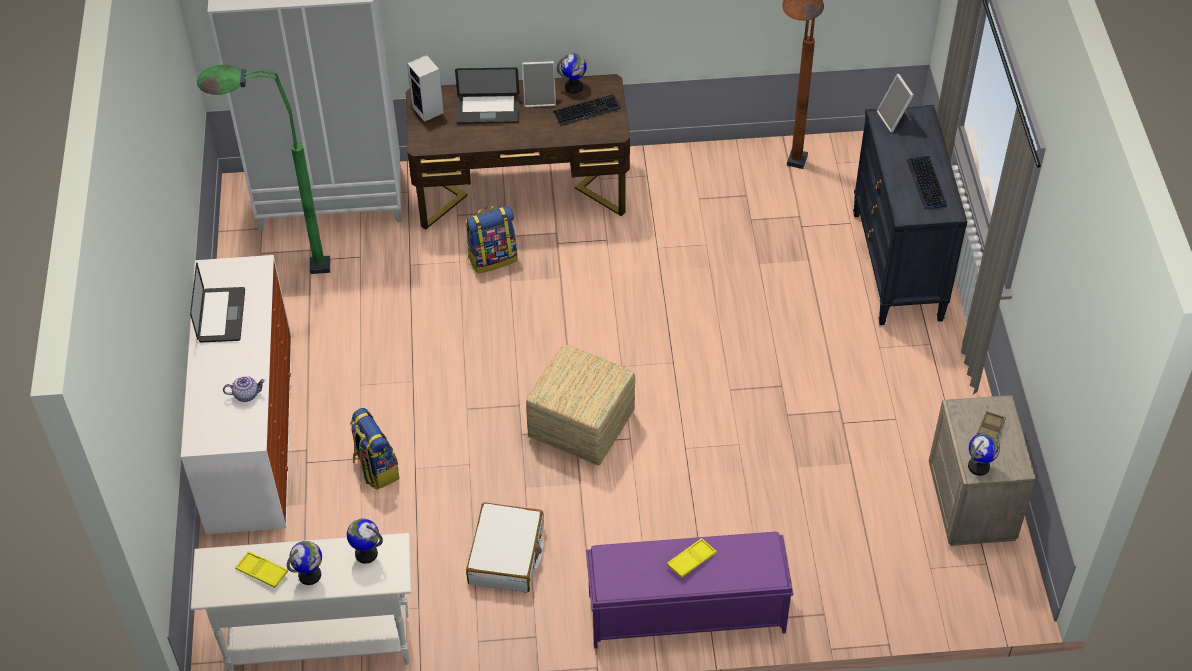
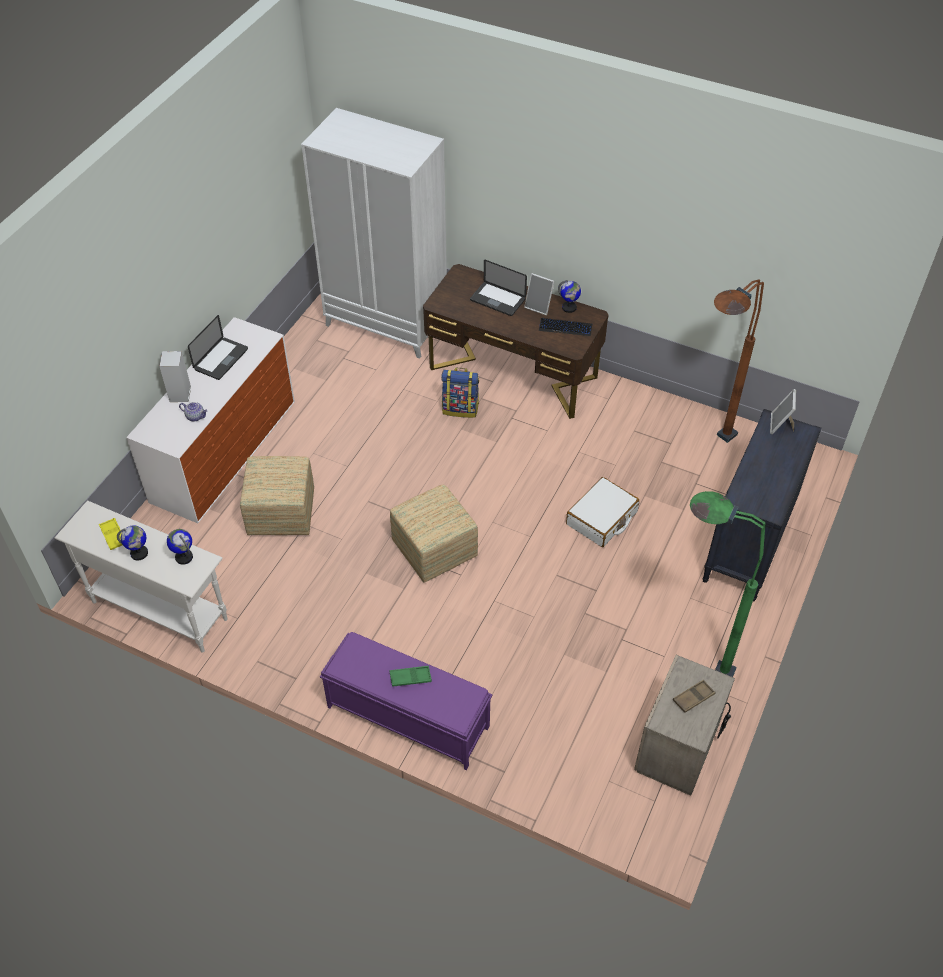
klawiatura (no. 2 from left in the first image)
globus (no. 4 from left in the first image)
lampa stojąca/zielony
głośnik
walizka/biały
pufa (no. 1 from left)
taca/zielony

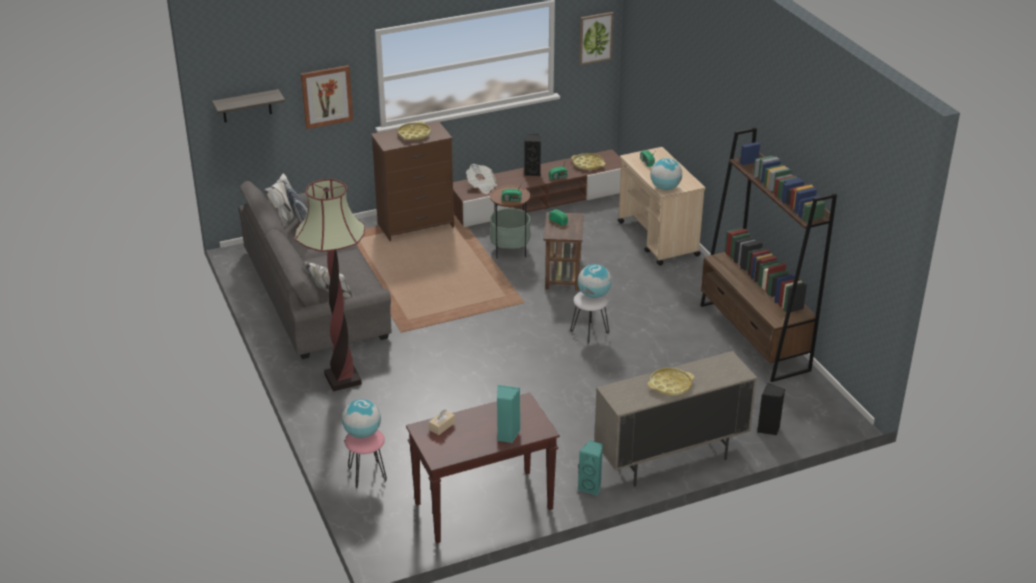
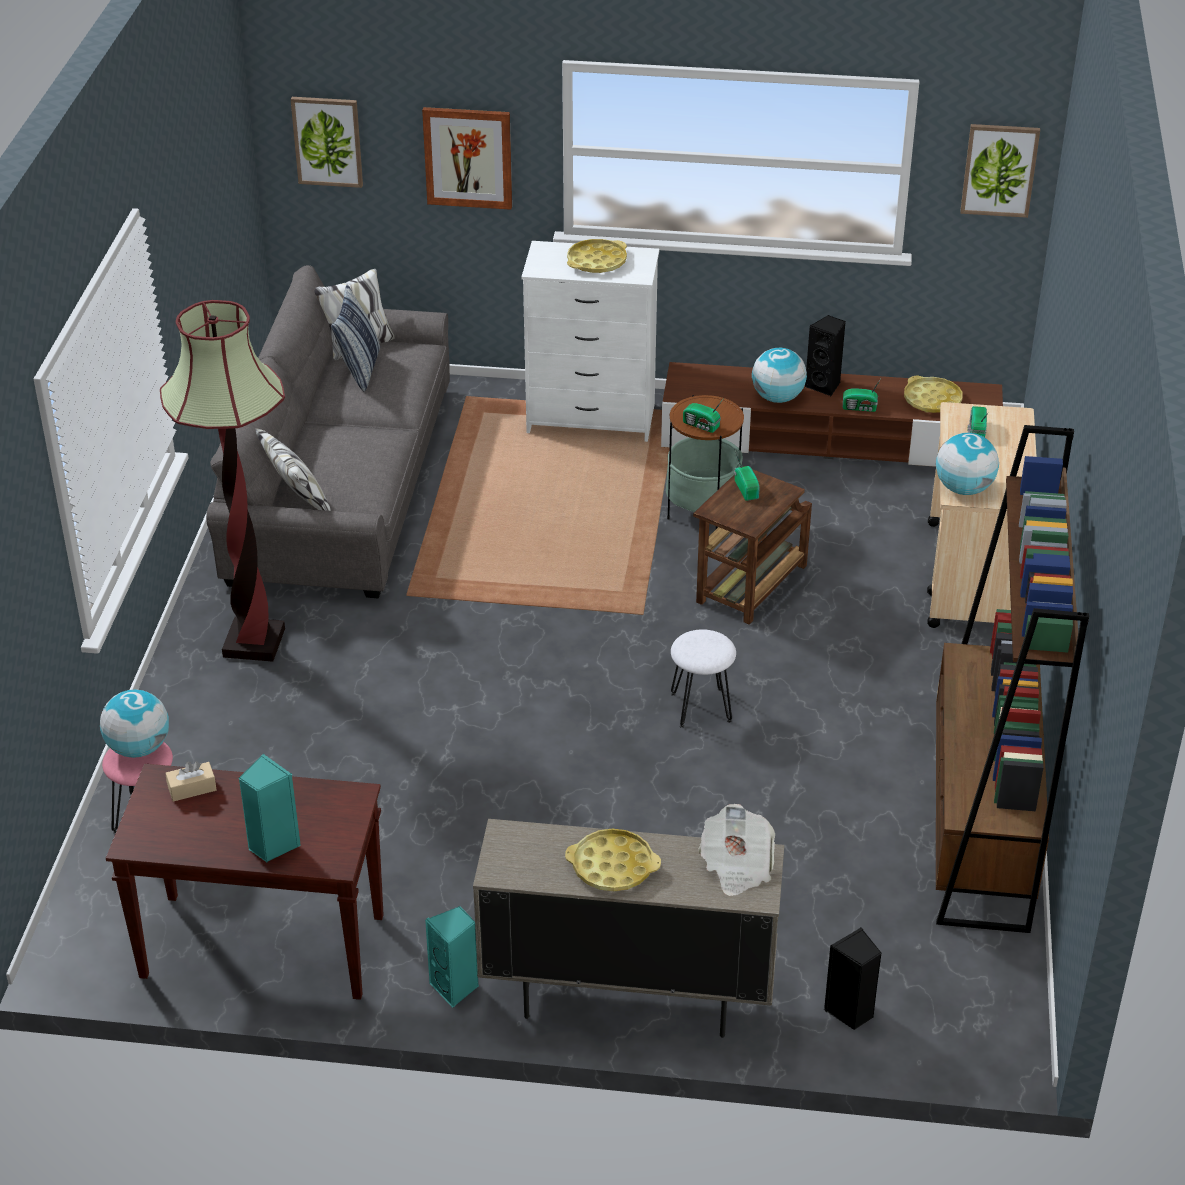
gazeta
globus (no. 2 from left)
obraz (no. 1 from left)
komoda/biały

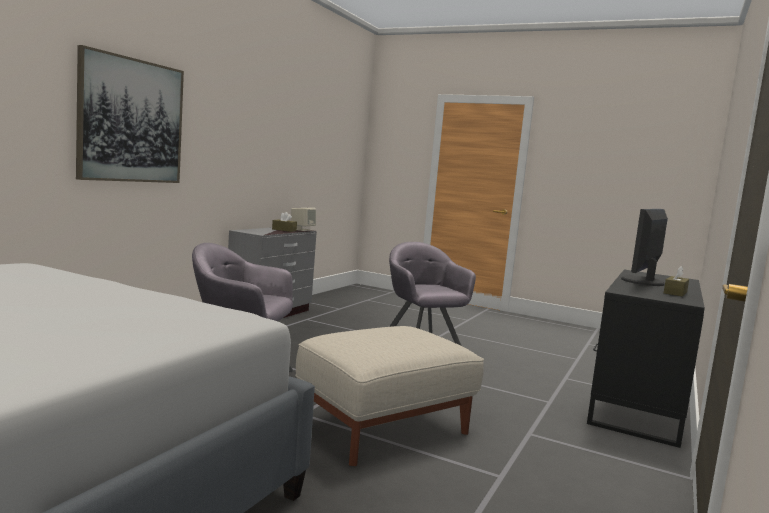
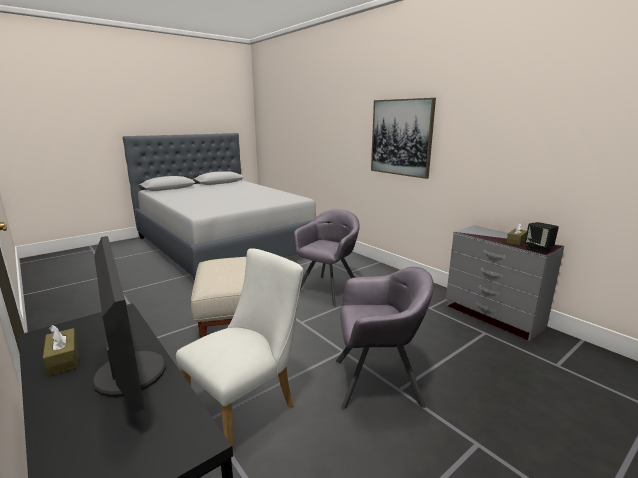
krzesło/biały
głośnik/czarny

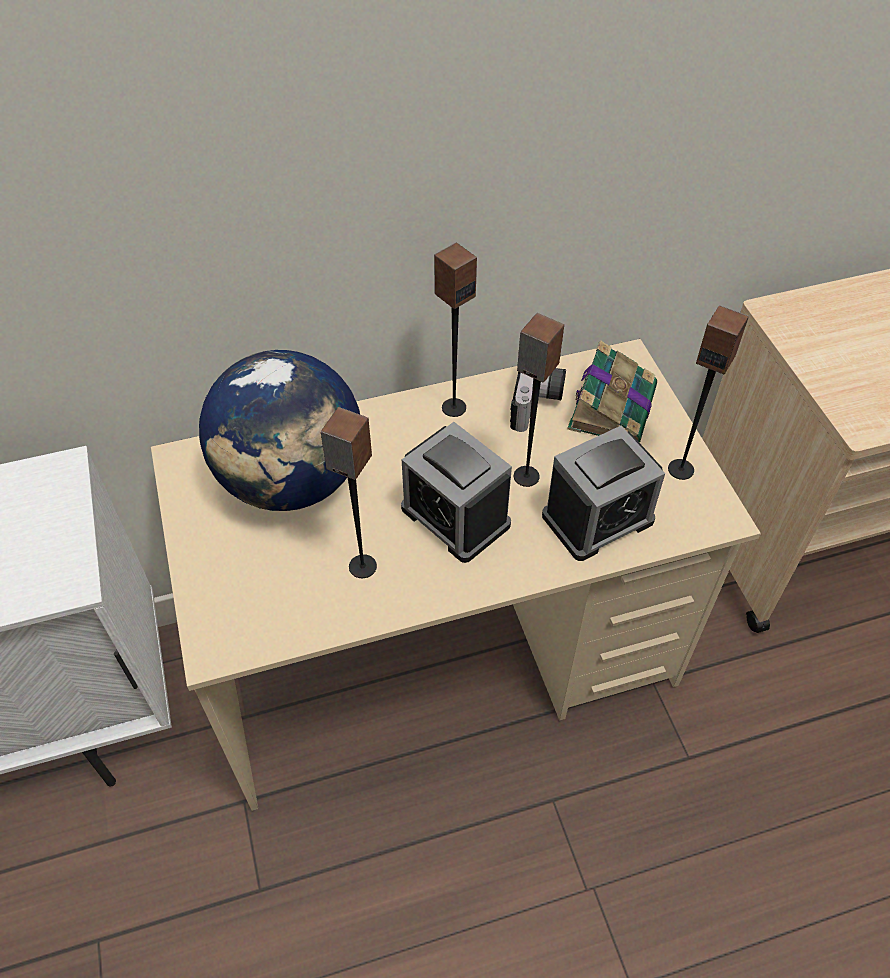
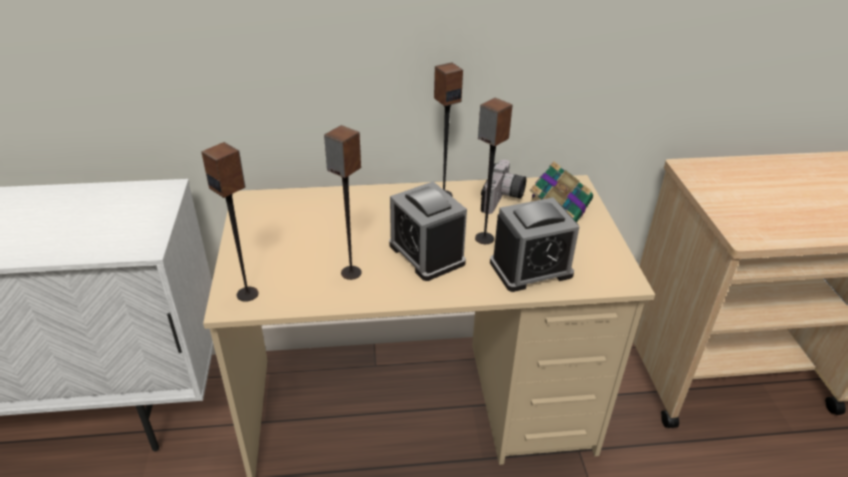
globus
głośnik (no. 1 from left)

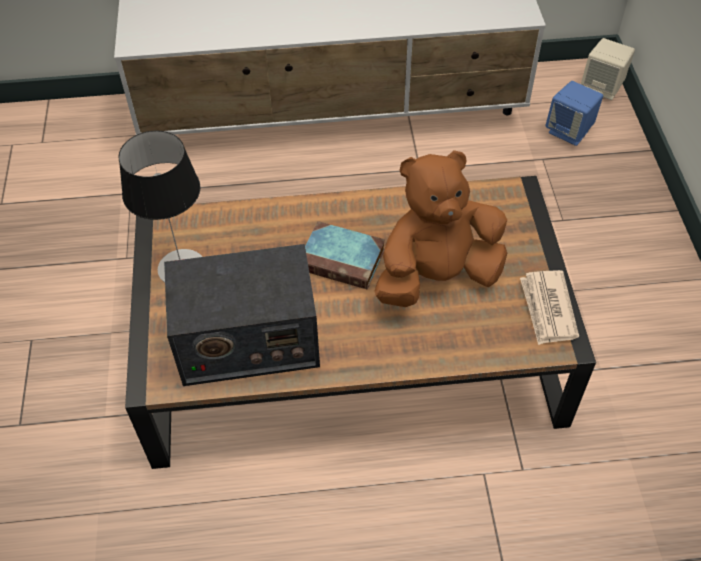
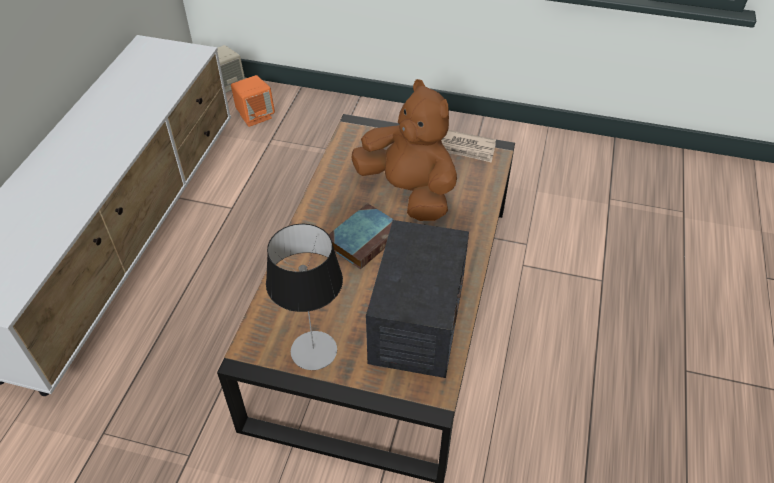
głośnik/pomarańczowy
pluszak/brązowy

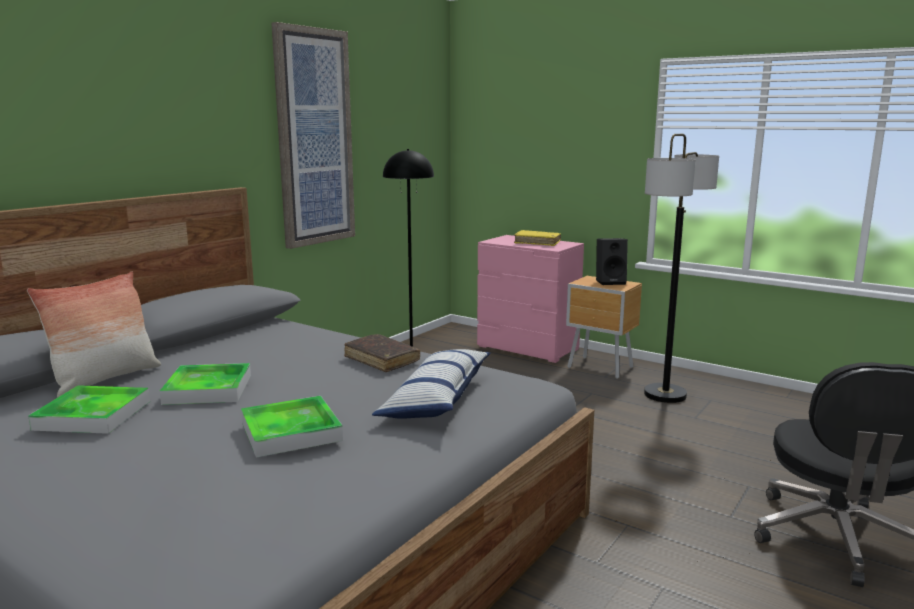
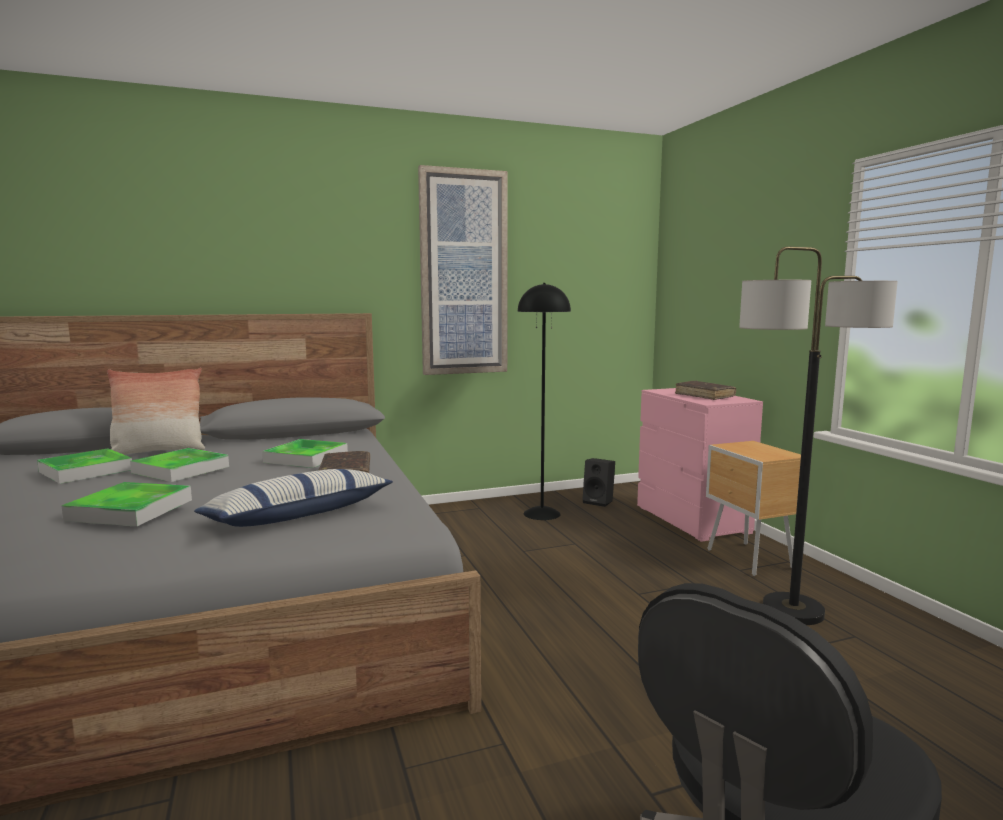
taca (no. 4 from left)
głośnik/czarny
książka/brązowy (no. 2 from left)

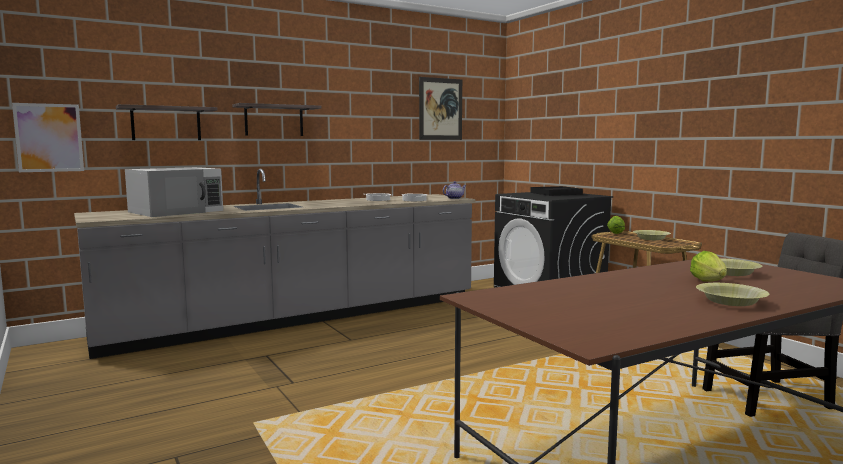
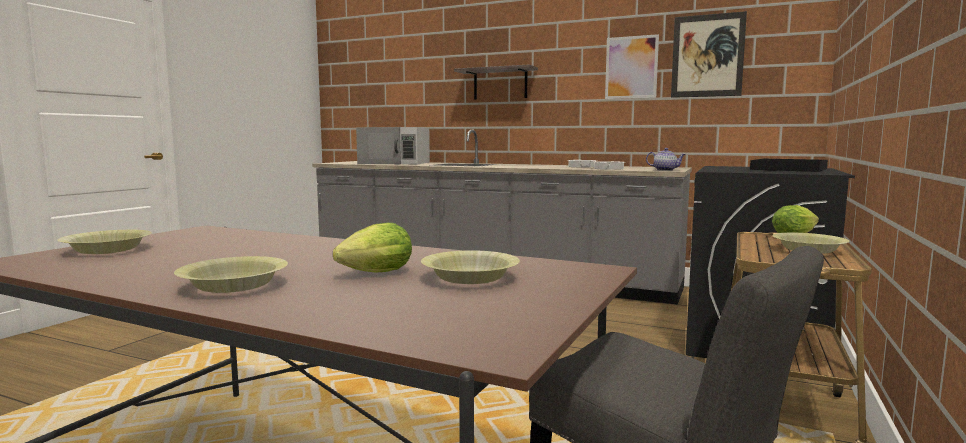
półka (no. 1 from left in the first image)
miska/żółty (no. 1 from left)
obraz (no. 1 from left)

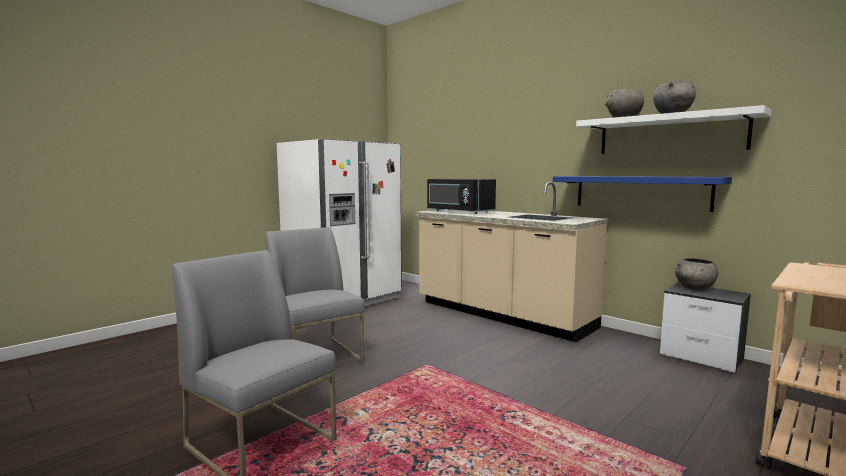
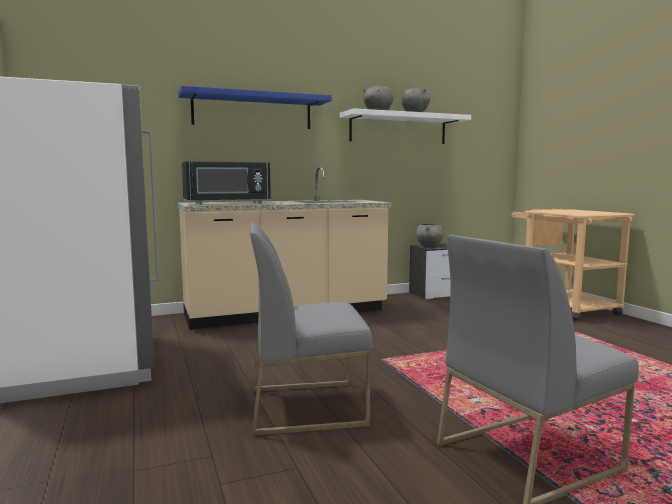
półka/niebieski

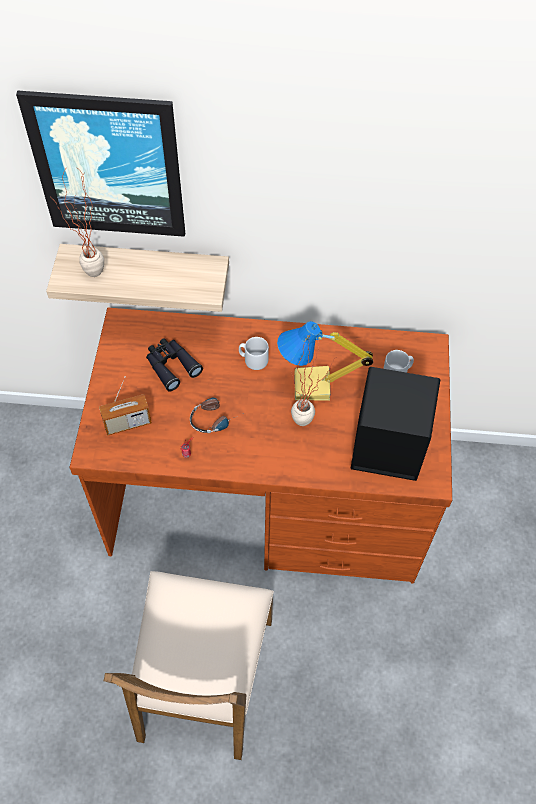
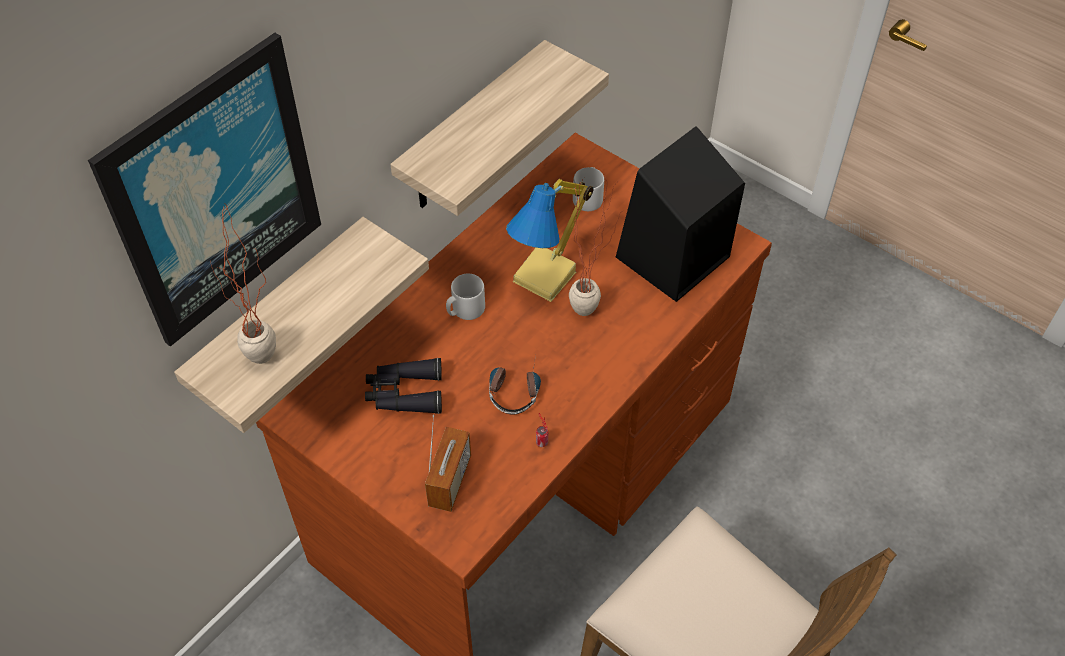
półka (no. 2 from left)

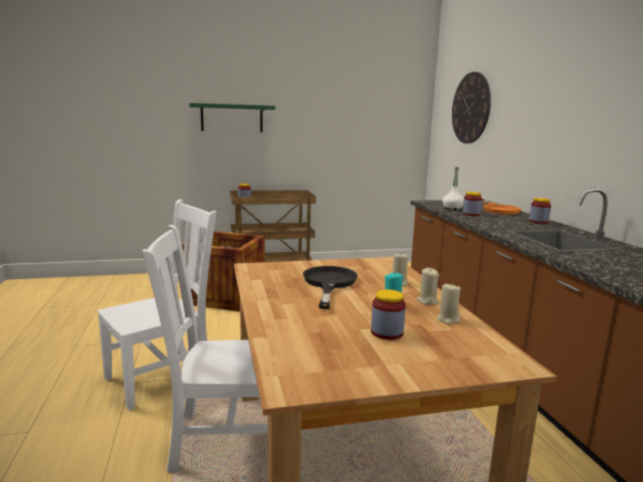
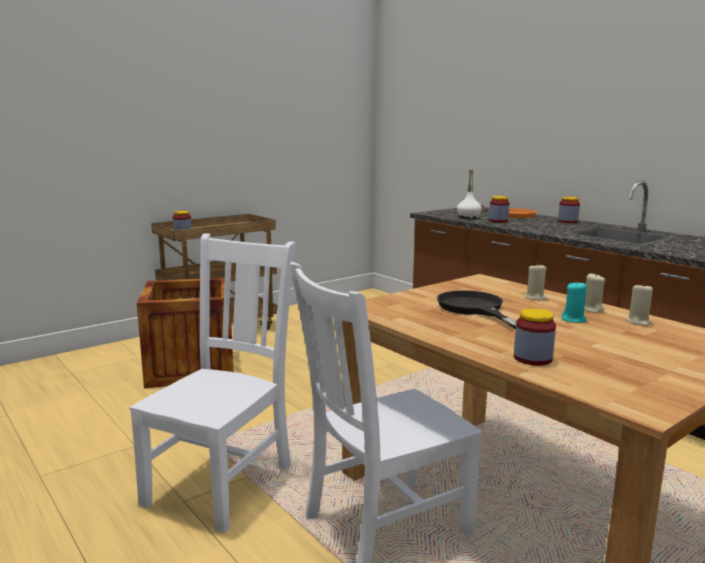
półka/zielony
zegar ścienny
słoik (no. 3 from left)

